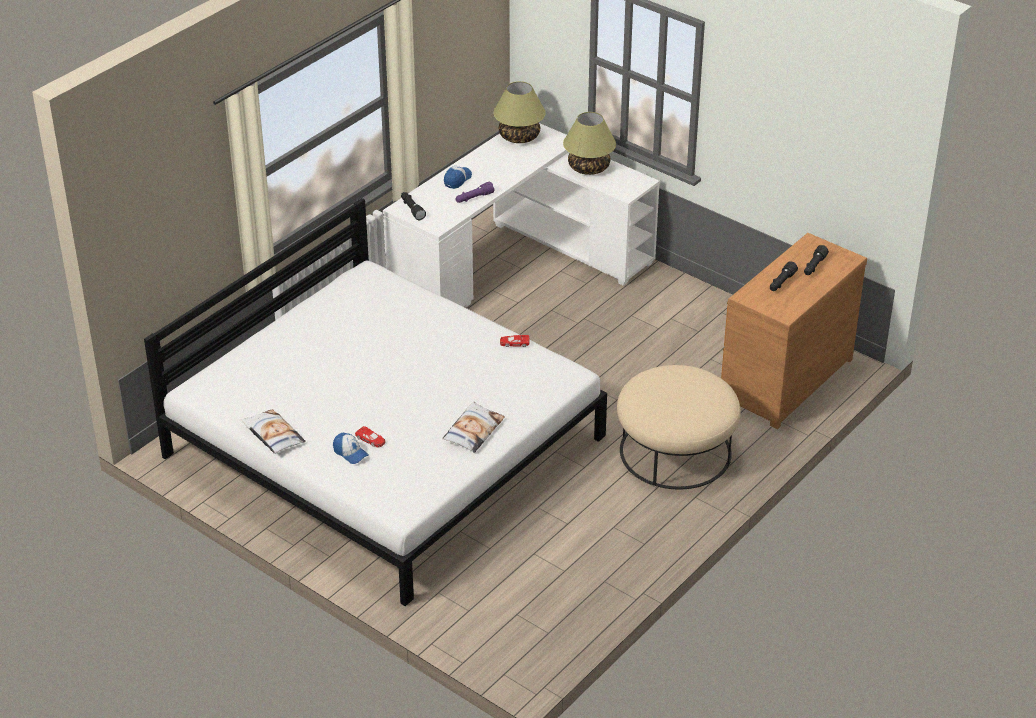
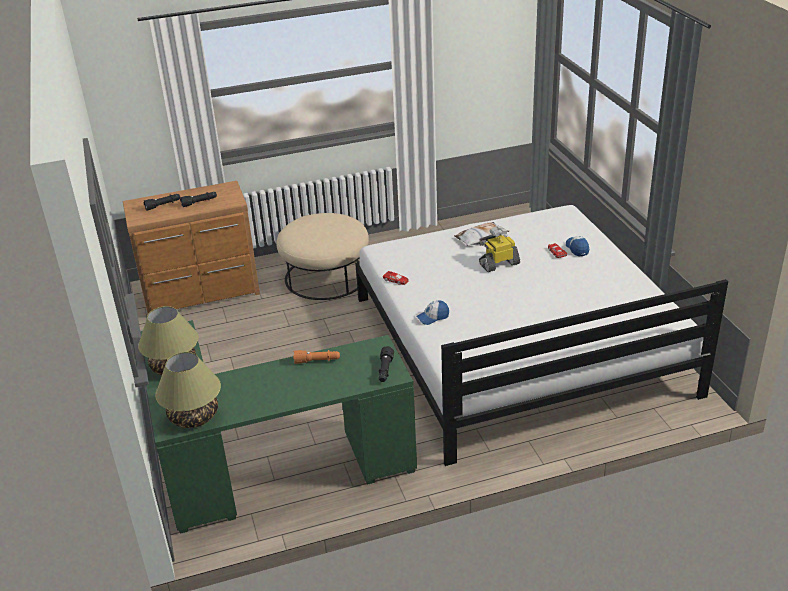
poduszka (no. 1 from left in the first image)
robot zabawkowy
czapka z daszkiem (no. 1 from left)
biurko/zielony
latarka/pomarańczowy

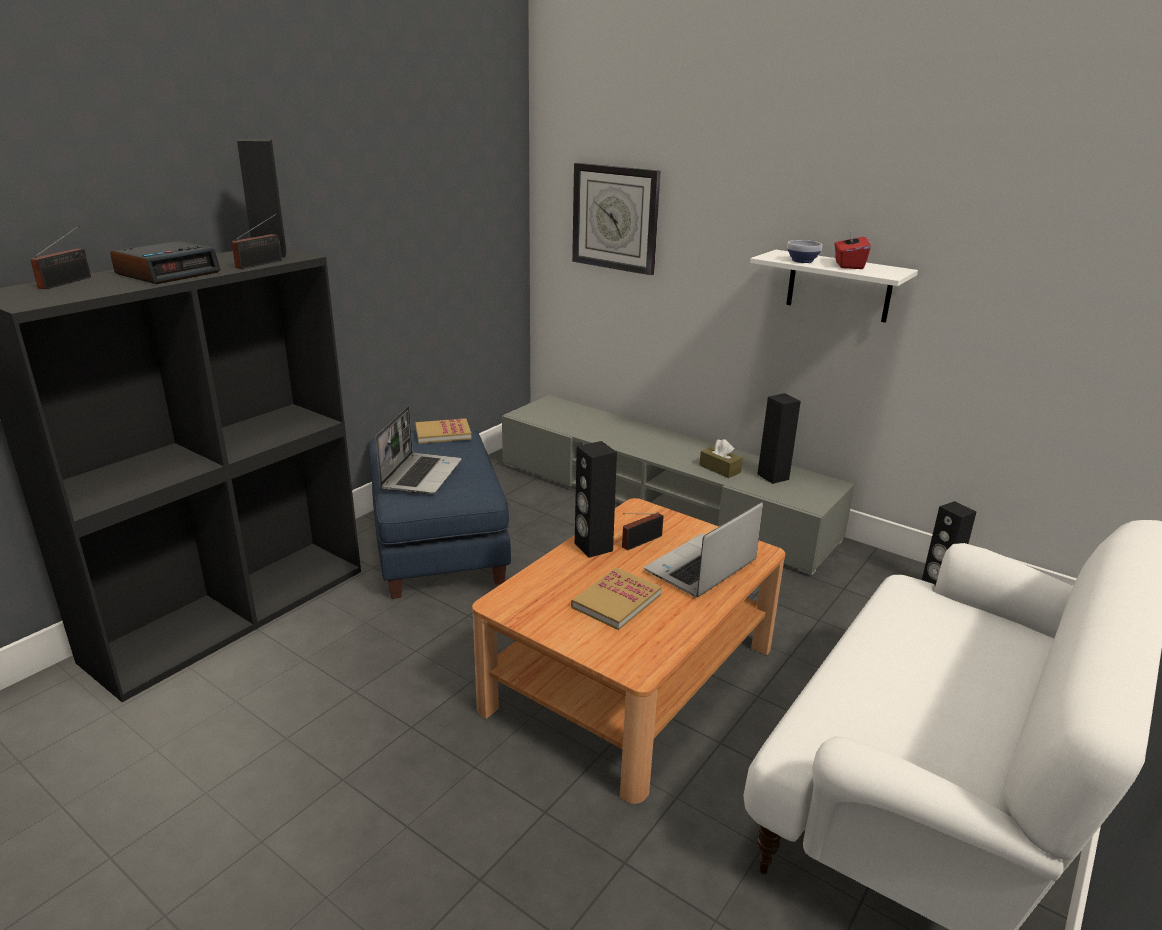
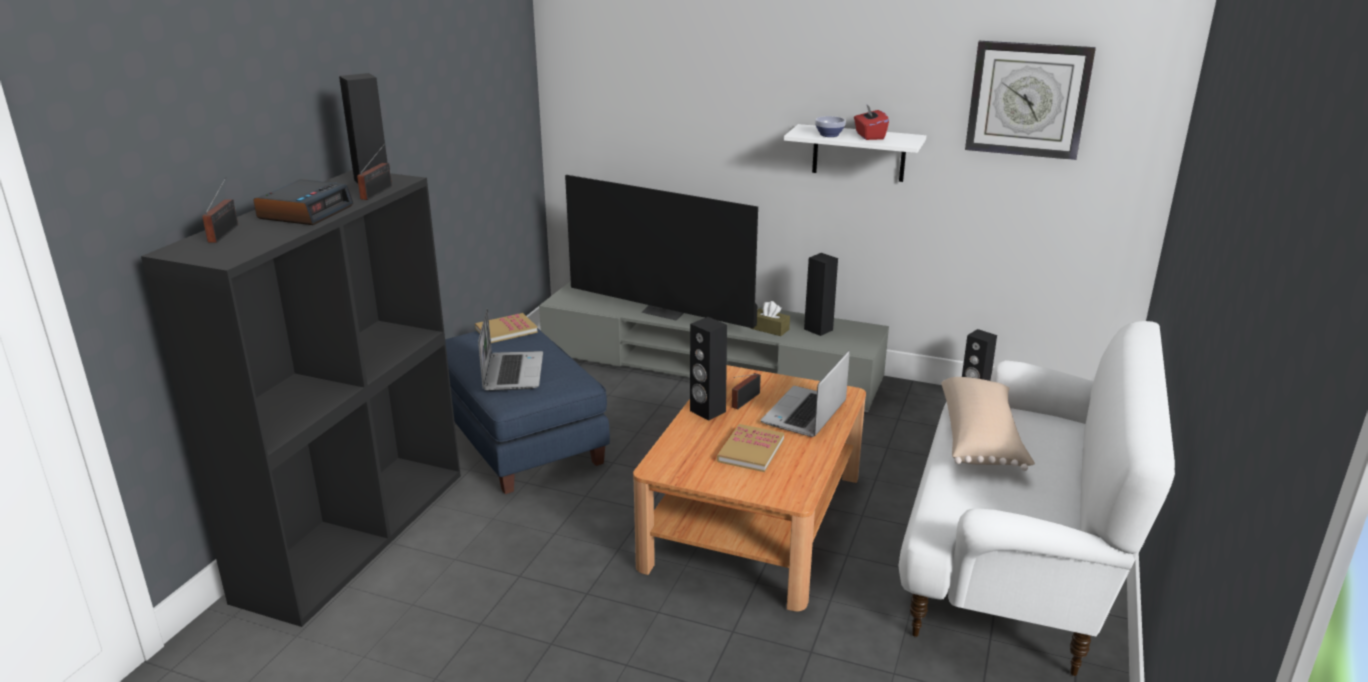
telewizor
poduszka/beżowy
zegar ścienny

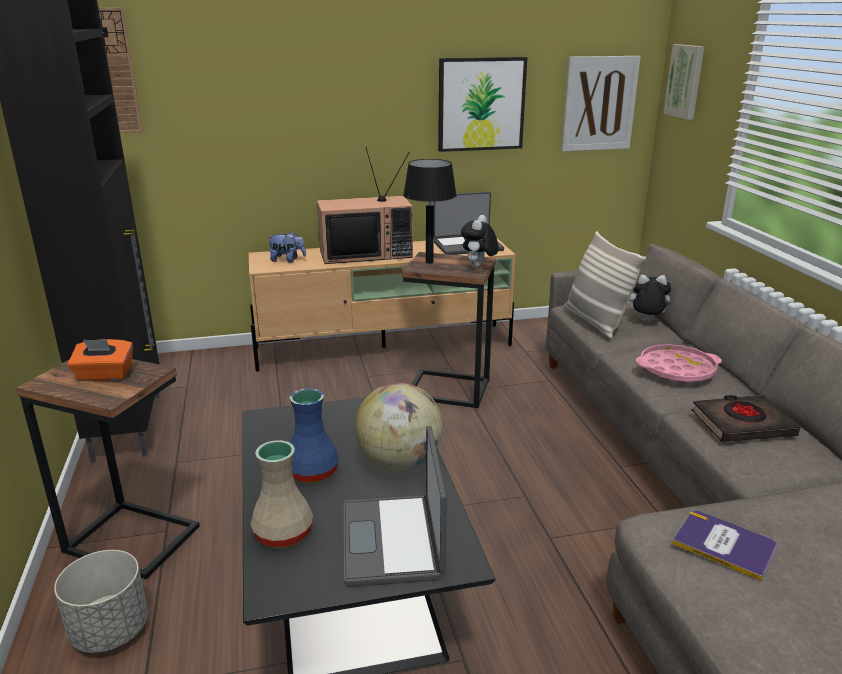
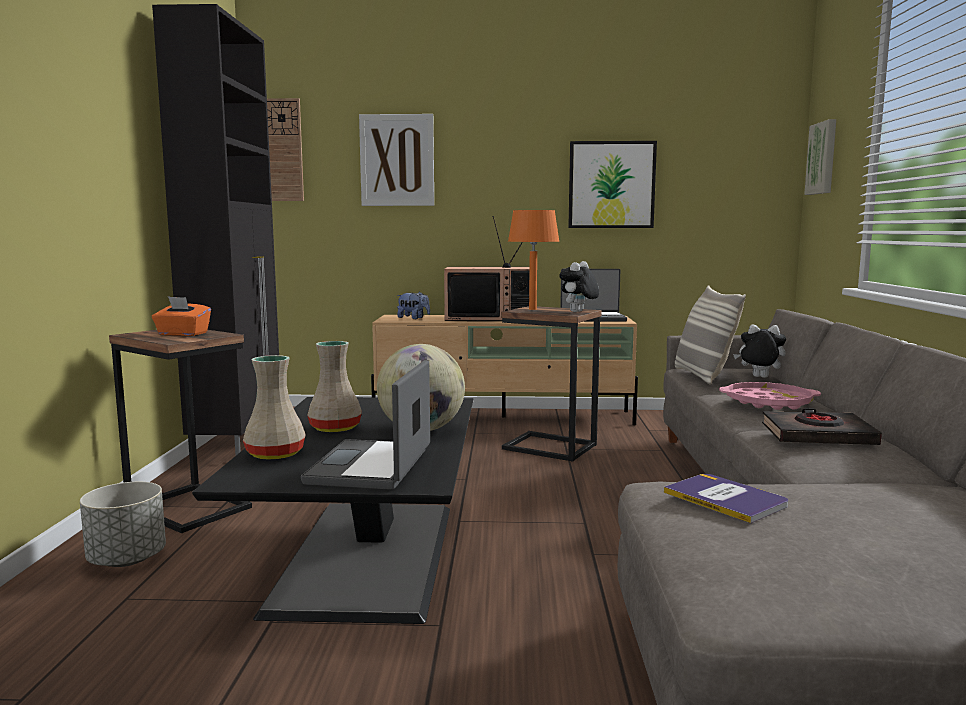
obraz (no. 1 from left)
wazon/beżowy (no. 2 from left)
lampa stołowa/pomarańczowy

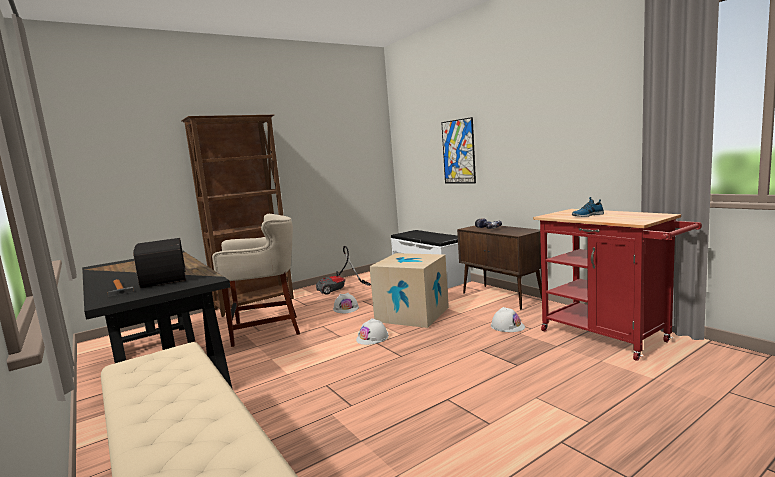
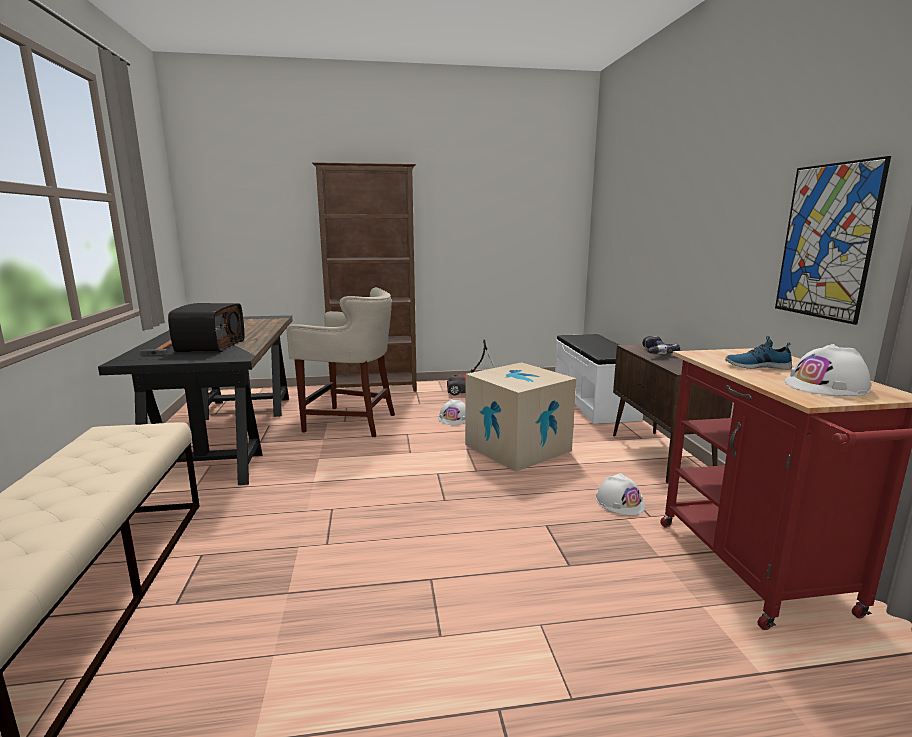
kask/biały (no. 3 from left)
obraz

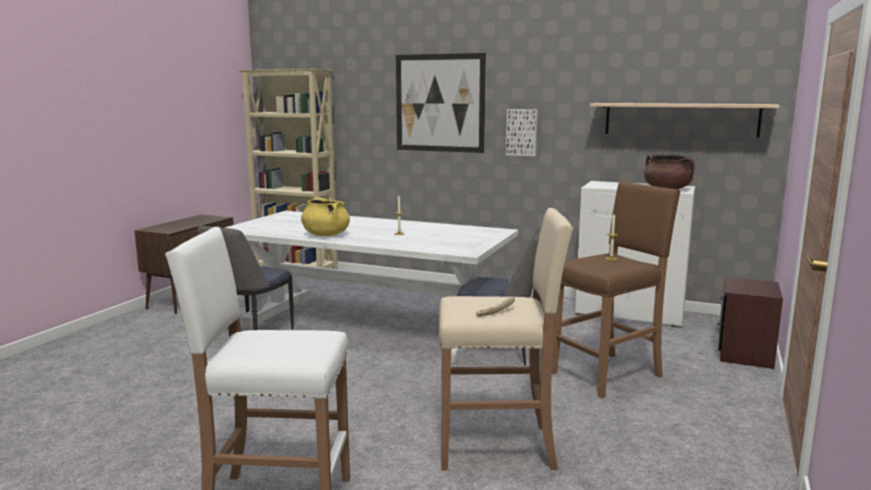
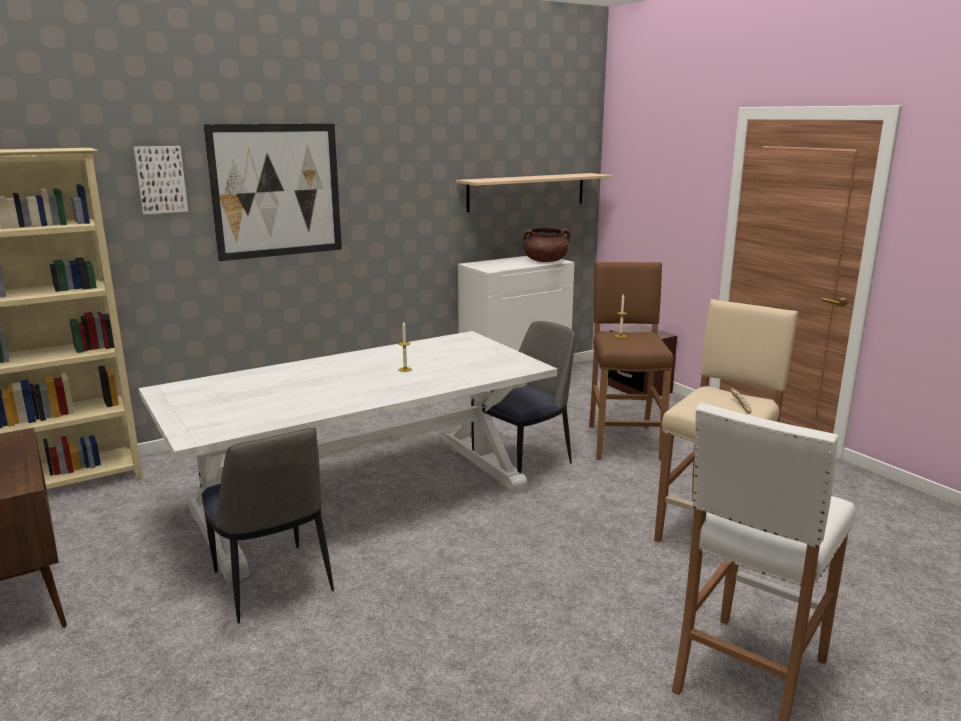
garnek/żółty
obraz (no. 1 from left)

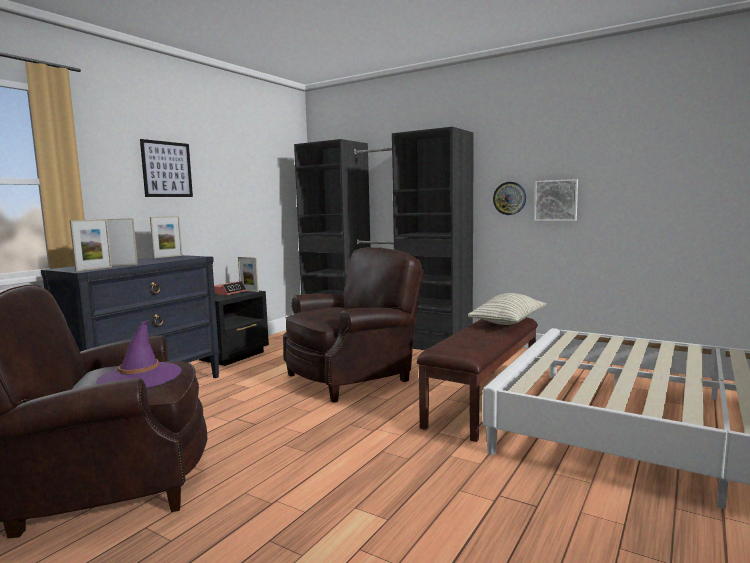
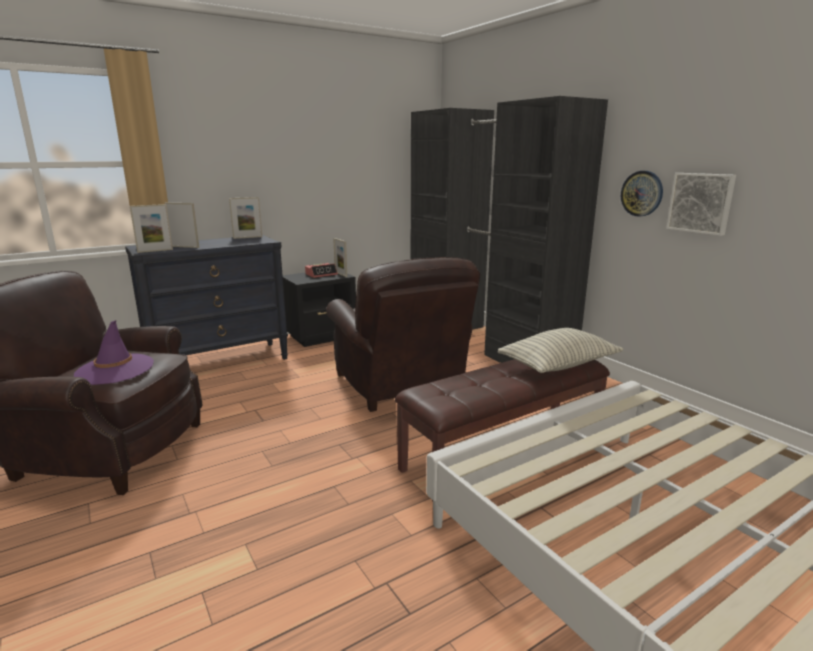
obraz (no. 1 from left in the first image)
fotel/brązowy (no. 2 from left)

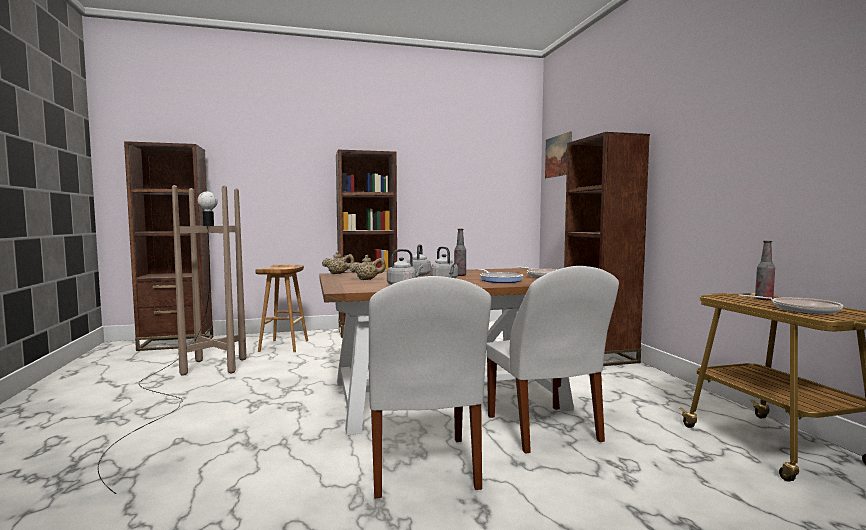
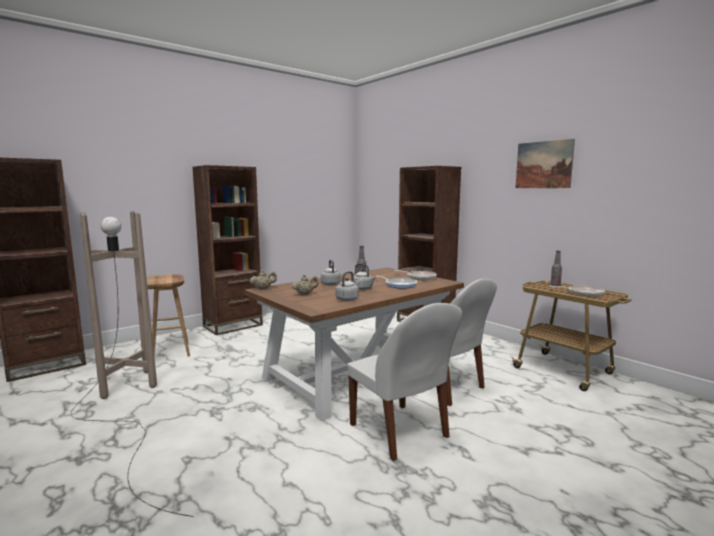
obraz

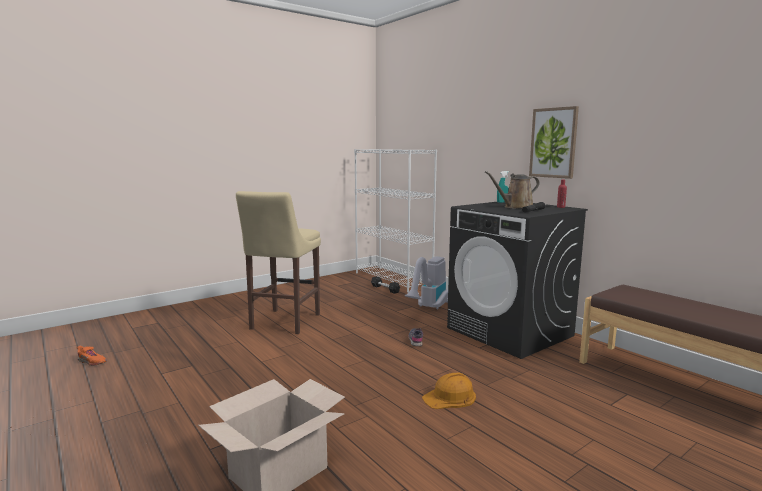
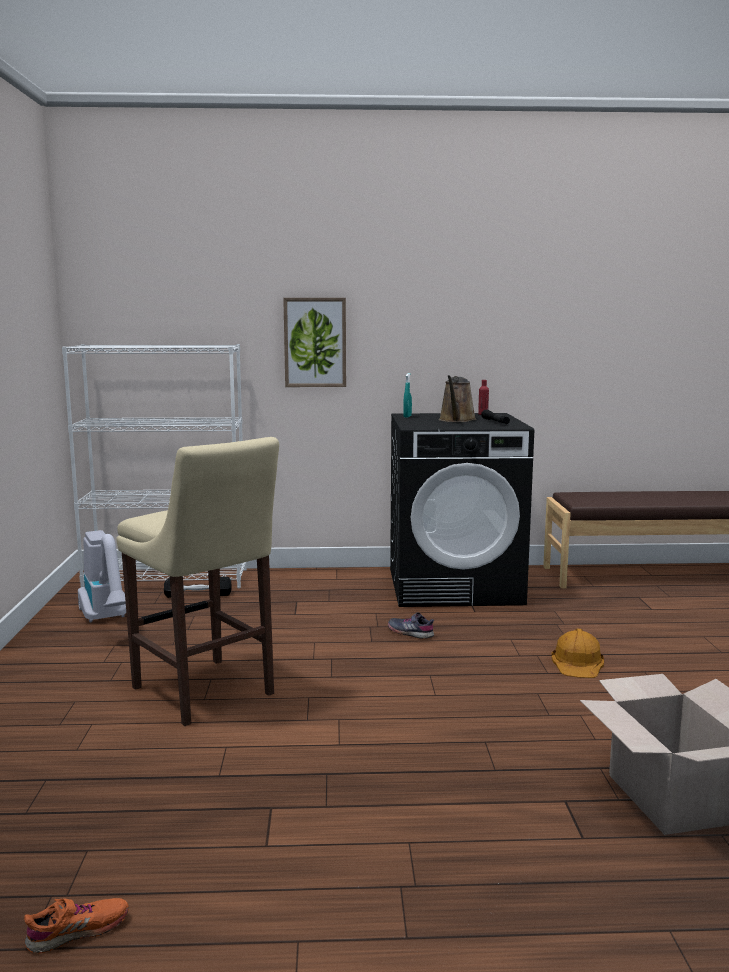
odkurzacz
obraz

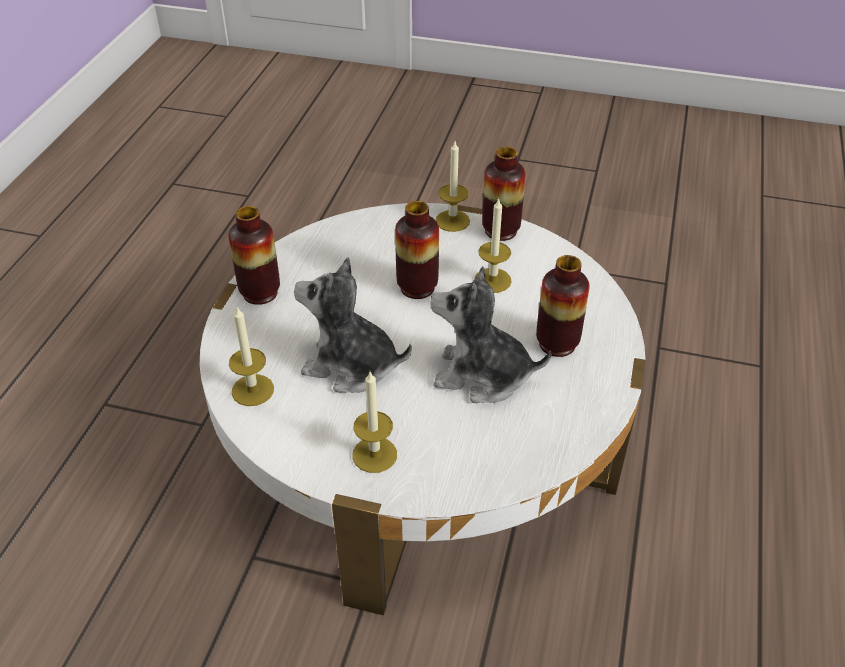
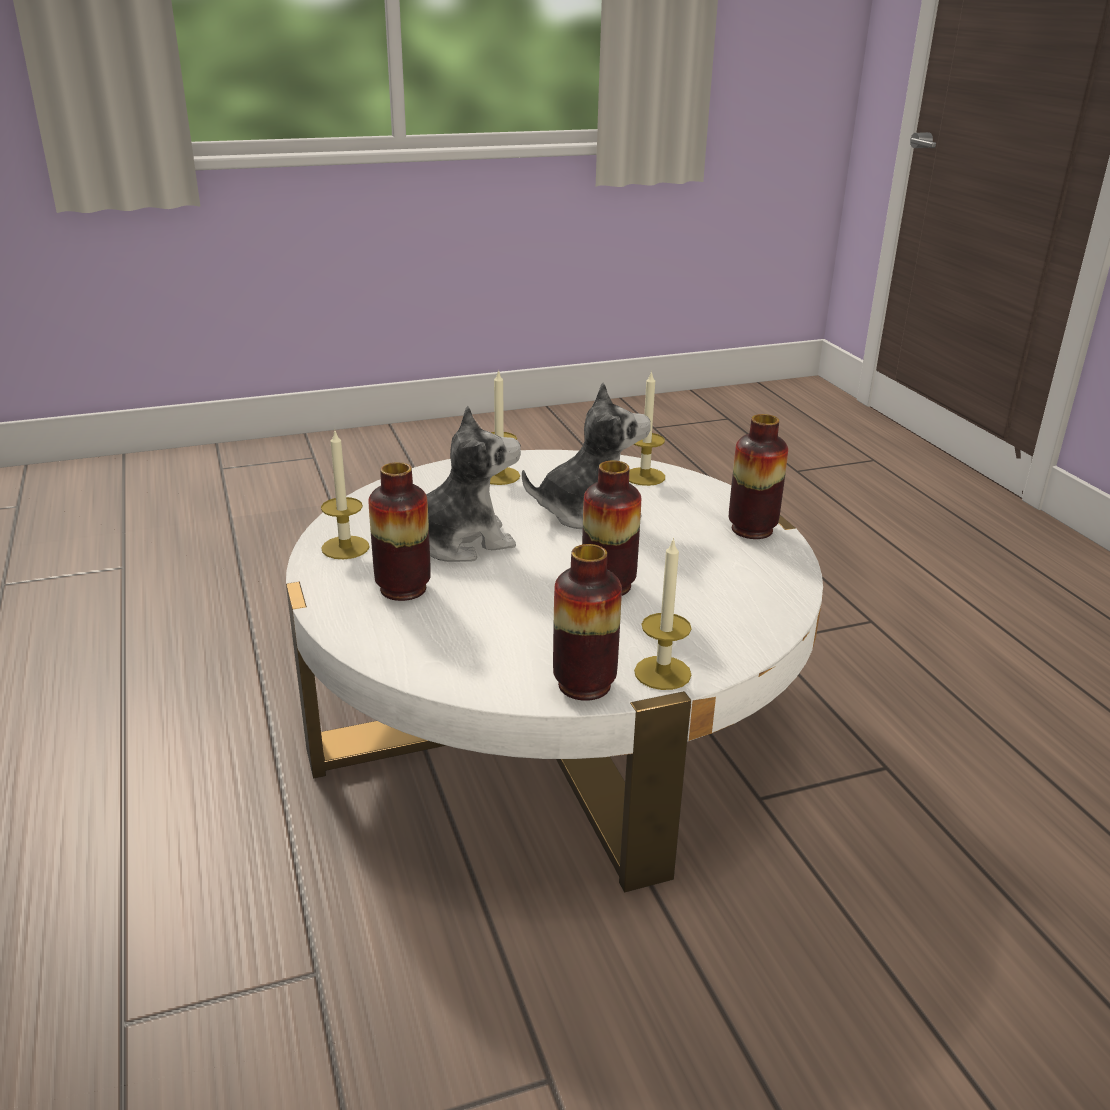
świeca (no. 1 from left)

